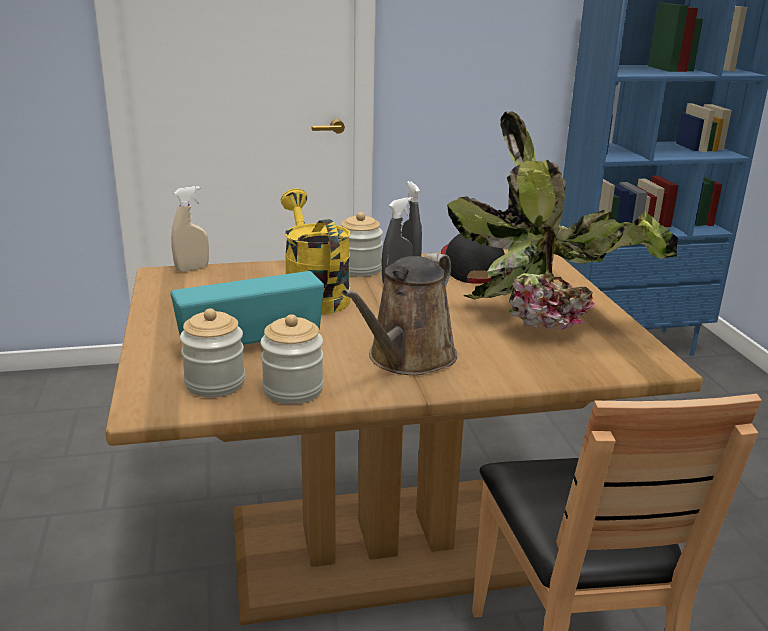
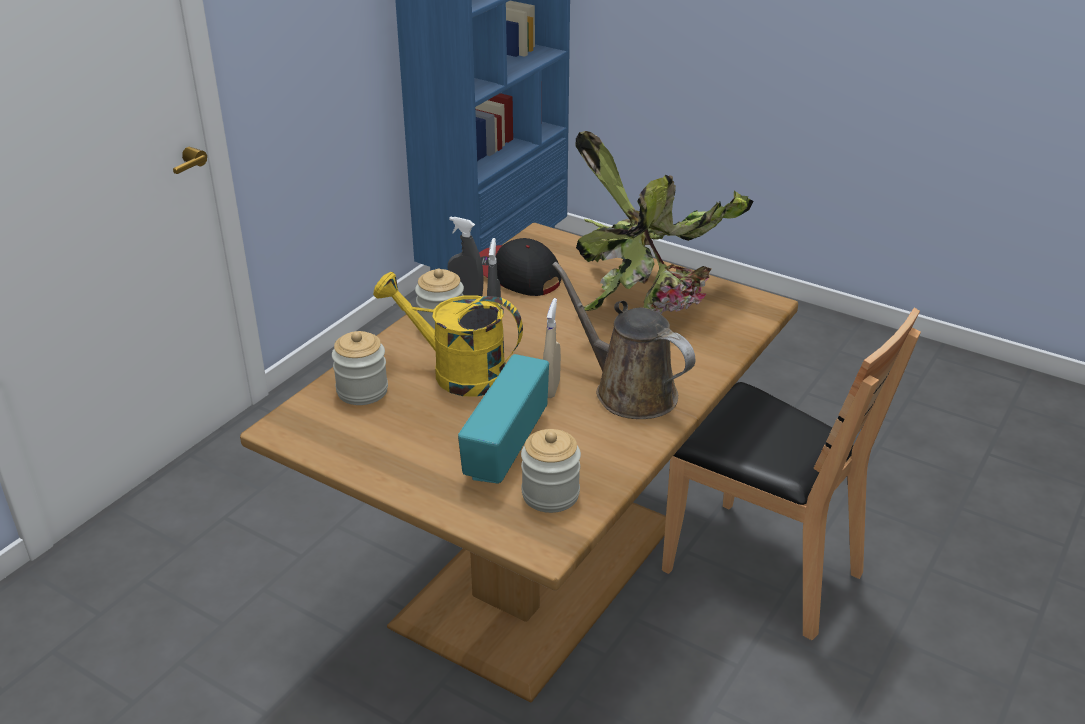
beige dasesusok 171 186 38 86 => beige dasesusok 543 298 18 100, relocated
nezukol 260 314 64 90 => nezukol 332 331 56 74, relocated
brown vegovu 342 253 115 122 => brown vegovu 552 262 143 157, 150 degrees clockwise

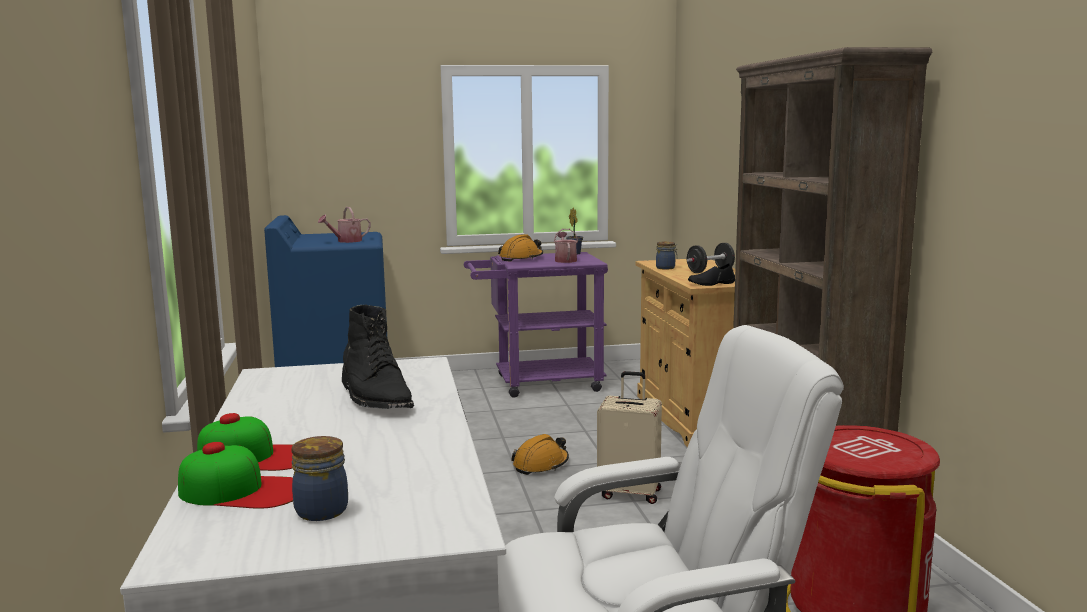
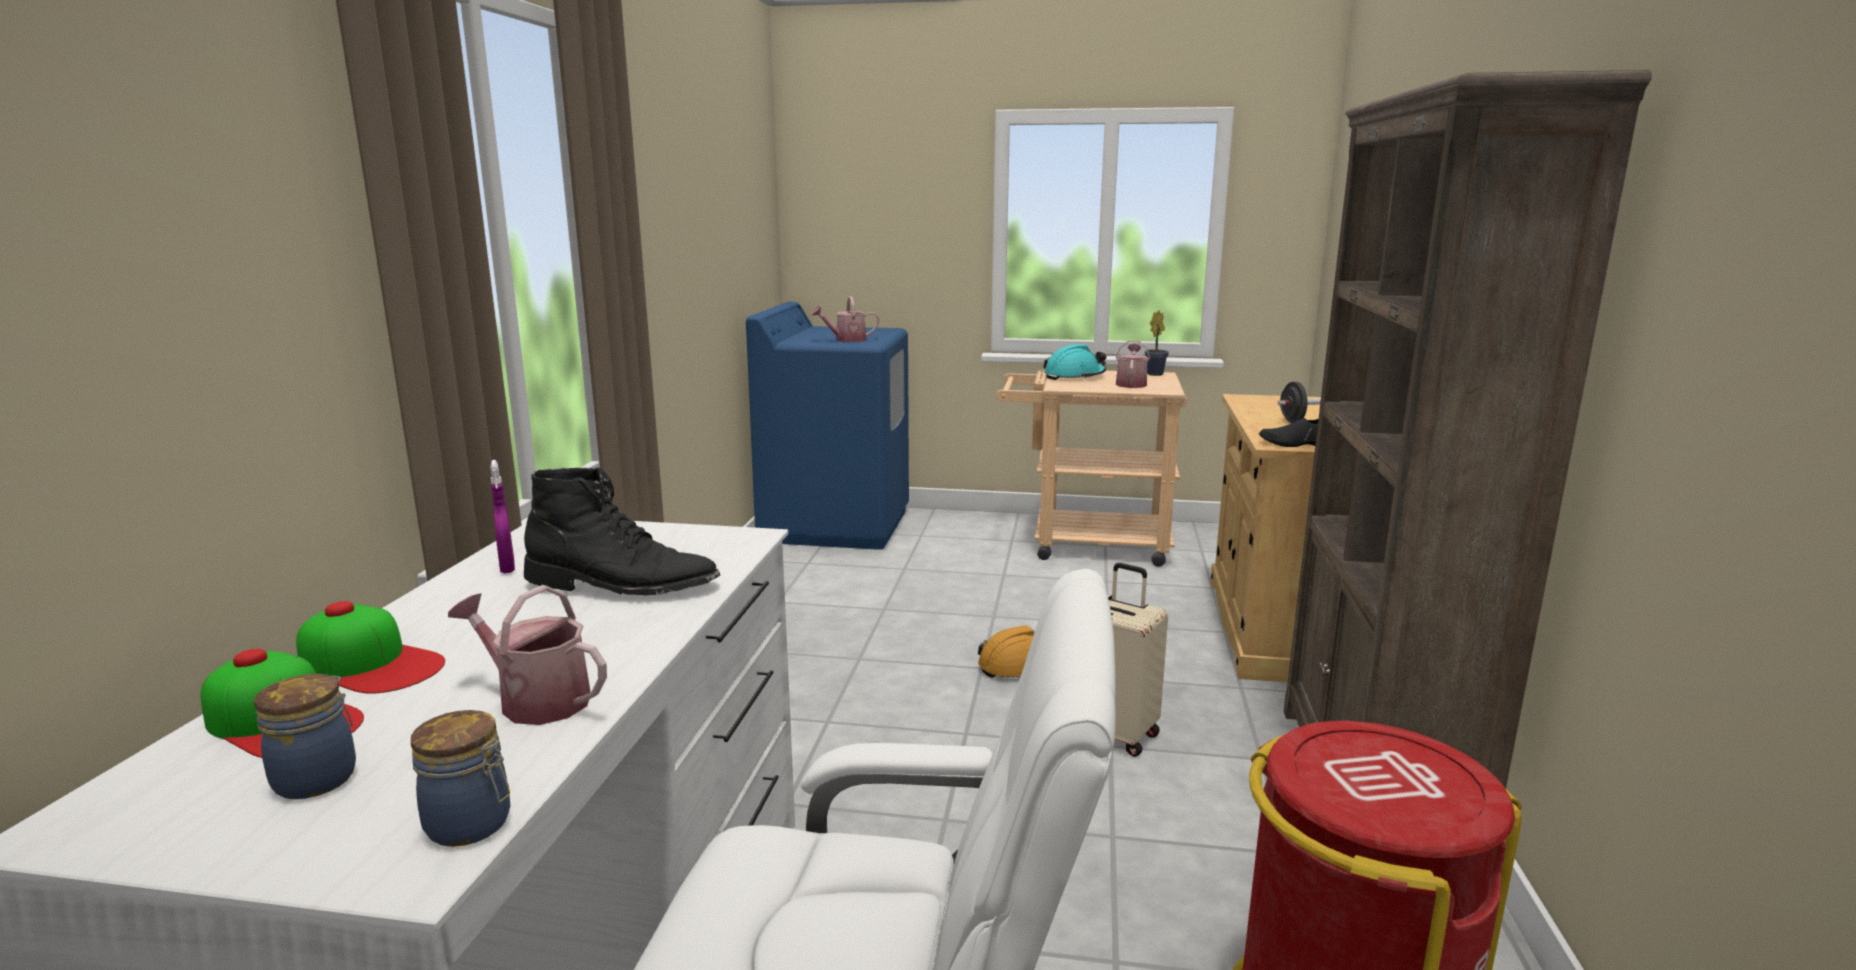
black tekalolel 342 305 72 104 => black tekalolel 524 467 196 128, 75 degrees counterclockwise
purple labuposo 464 252 144 146 => beige labuposo 995 370 192 197
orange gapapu 498 234 45 28 => turquoise gapapu 1043 344 63 36
nezukol 656 241 22 29 => nezukol 411 710 99 137, relocated
nothing => vegovu 448 585 159 140
nothing => purple dasesusok 490 460 25 113

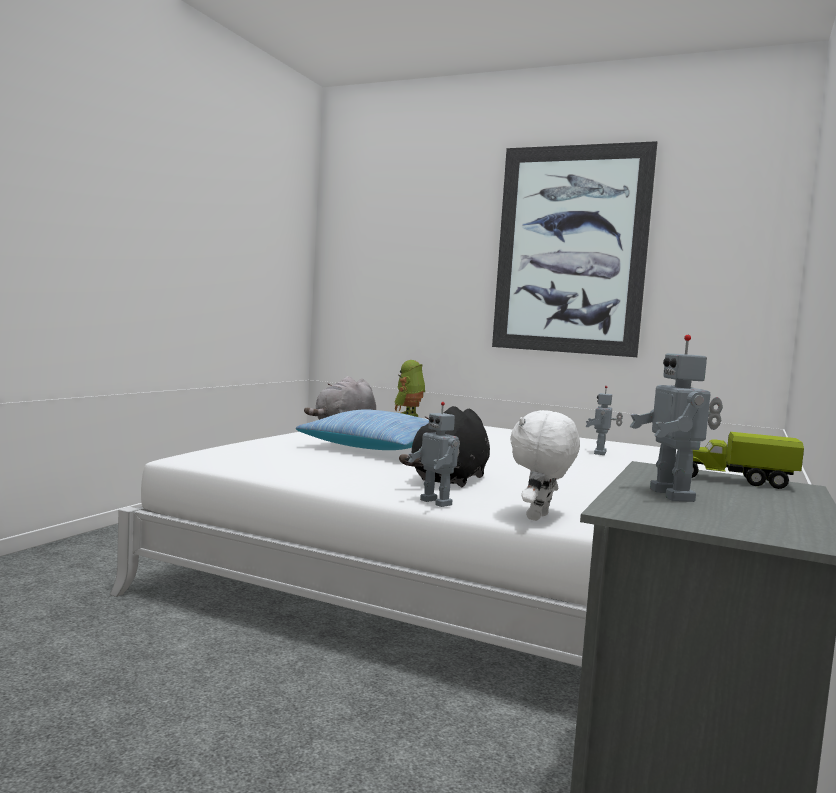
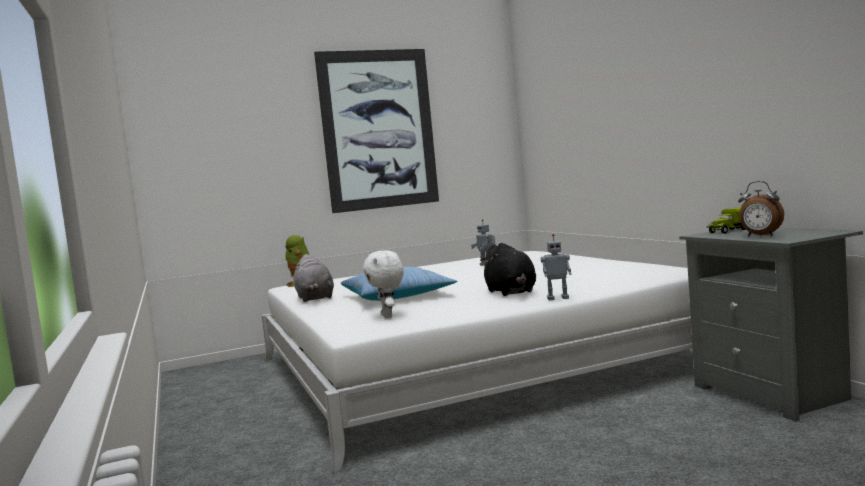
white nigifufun 510 410 70 111 => white nigifufun 363 250 41 68, relocated
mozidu 629 335 94 167 => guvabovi 738 181 46 55

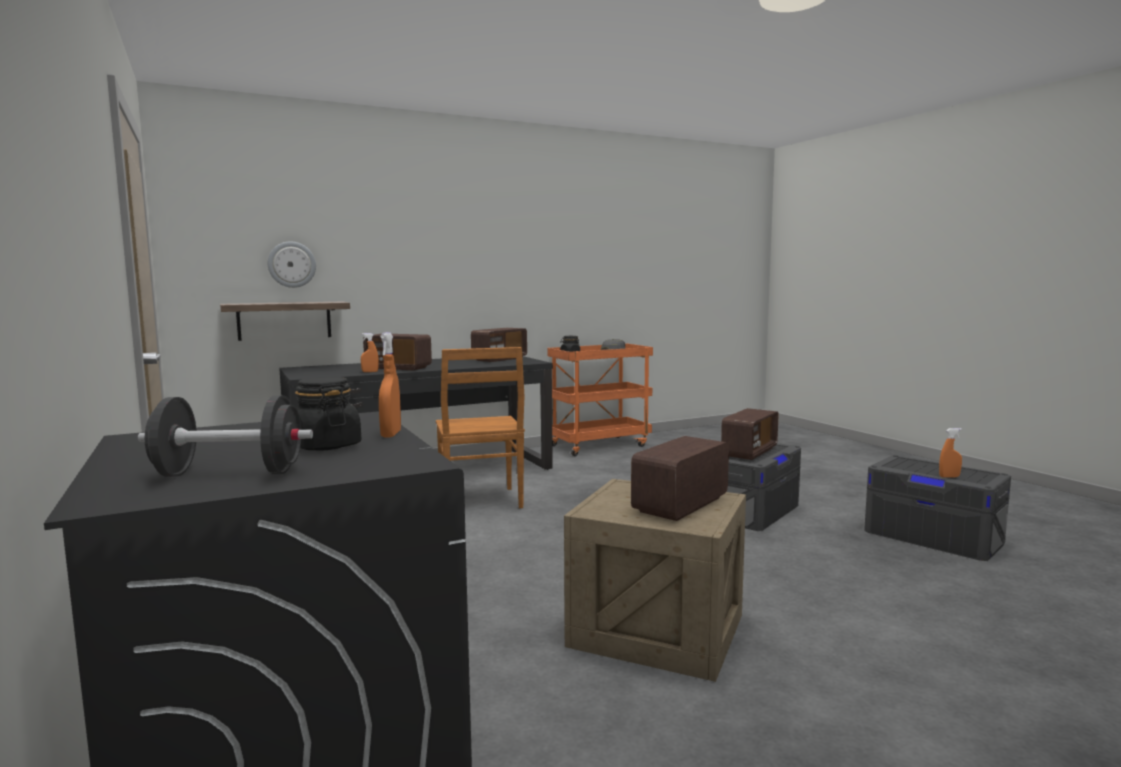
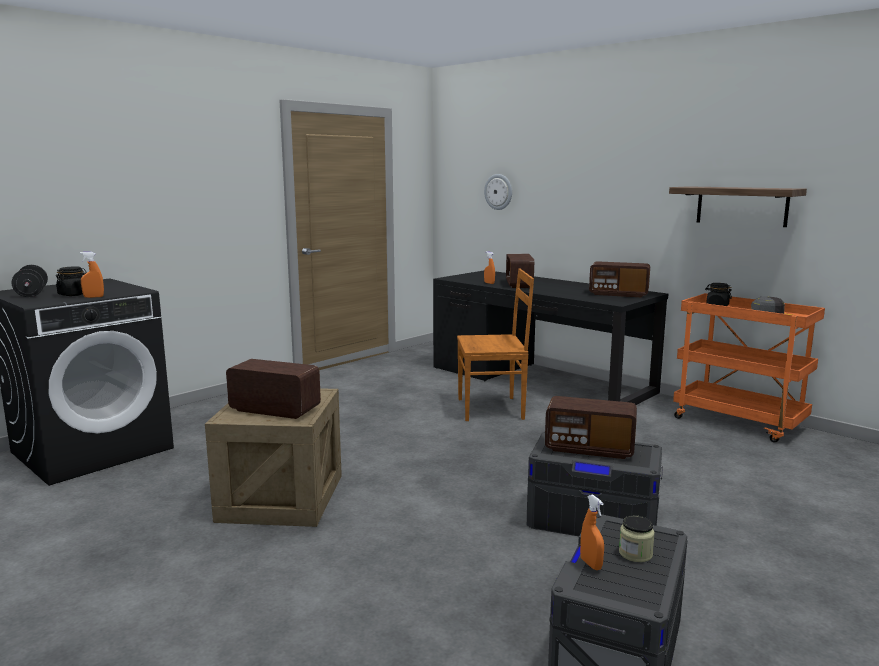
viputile 220 302 130 39 => viputile 669 186 138 41, relocated
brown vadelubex 436 347 89 161 => brown vadelubex 457 269 77 152, 150 degrees counterclockwise
nothing => nezukol 619 515 36 47

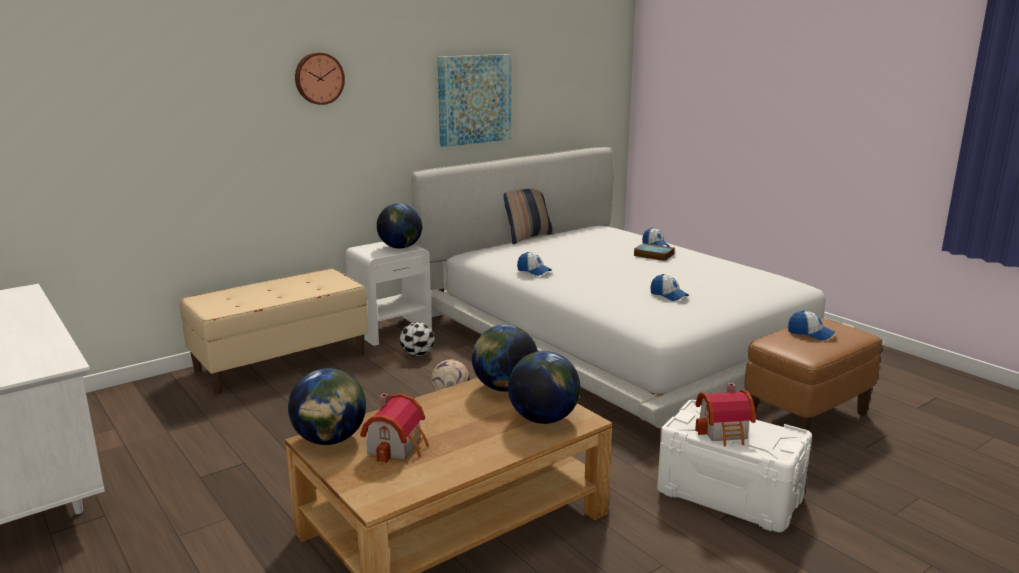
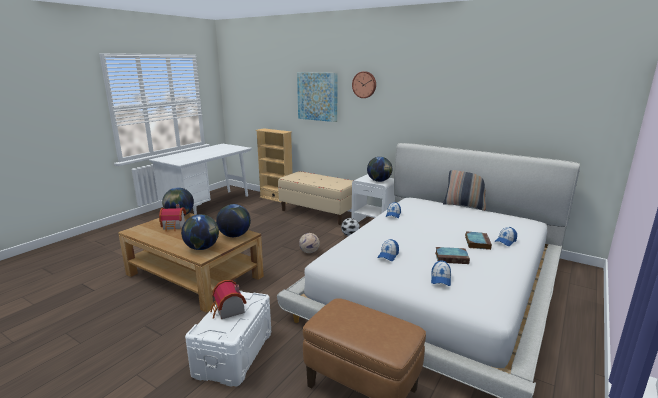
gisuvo 437 54 75 93 => gisuvo 297 72 41 50, relocated
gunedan 788 310 47 30 => gunedan 431 260 20 26, relocated
nothing => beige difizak 256 128 36 76
nothing => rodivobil 435 247 35 17

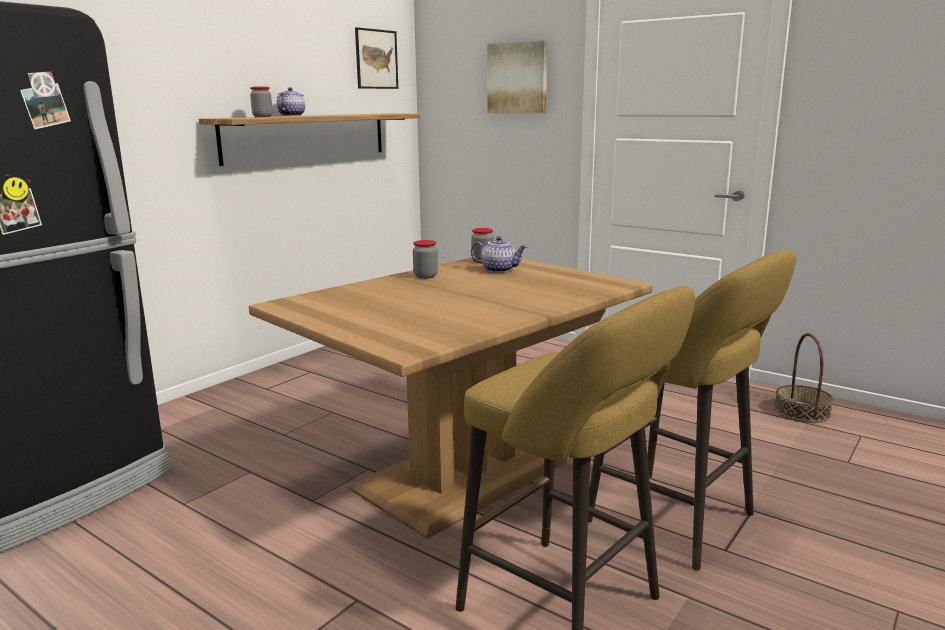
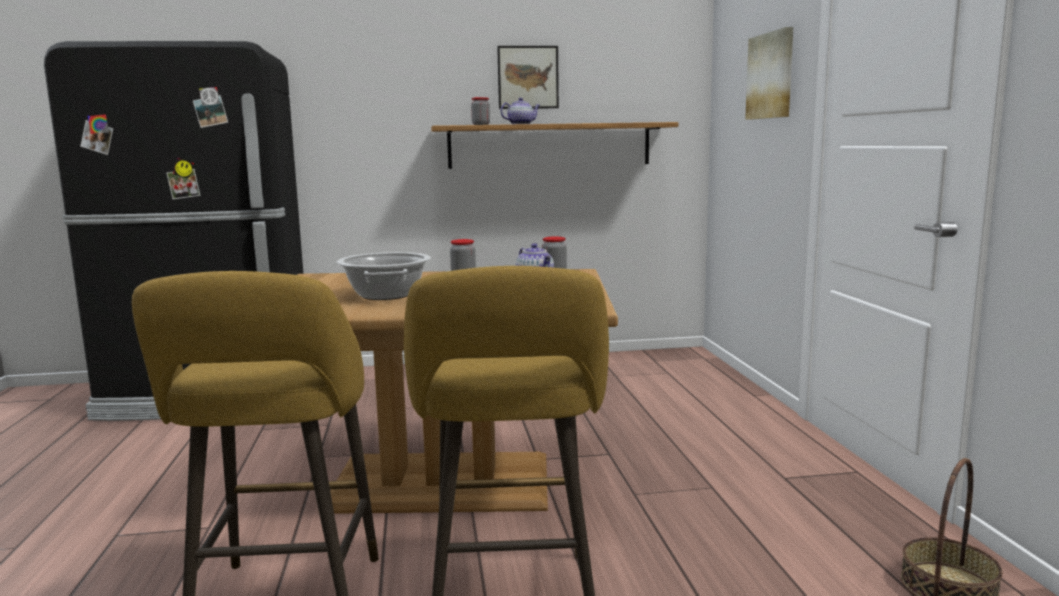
gisuvo 355 27 43 62 => gisuvo 497 46 62 63, relocated
nothing => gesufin 337 252 94 48

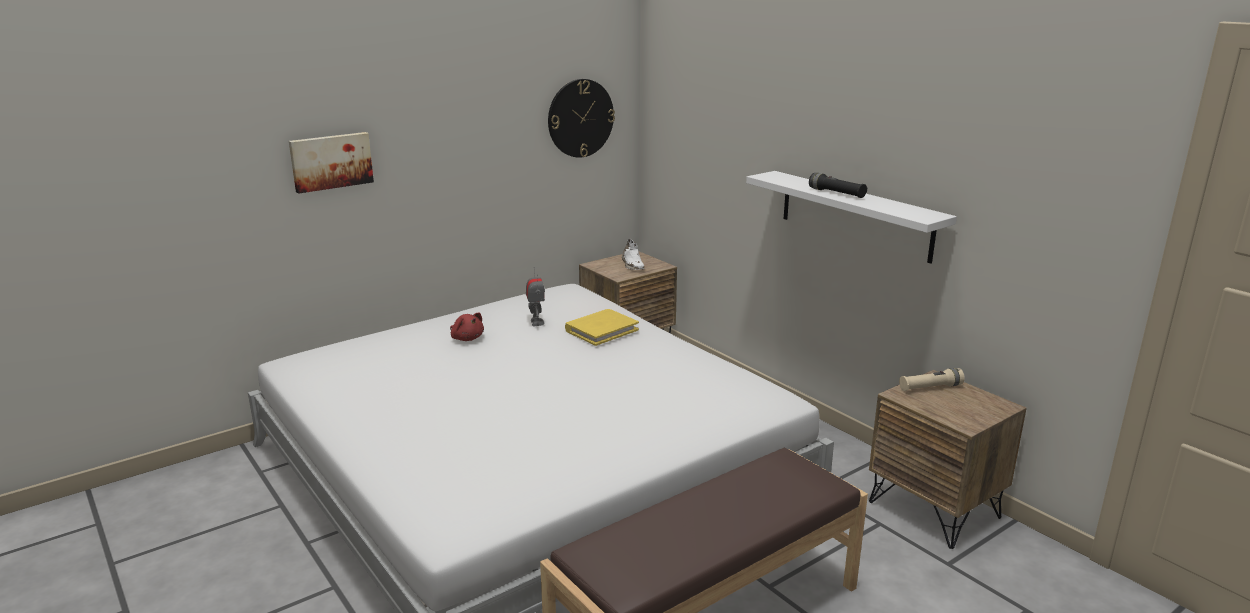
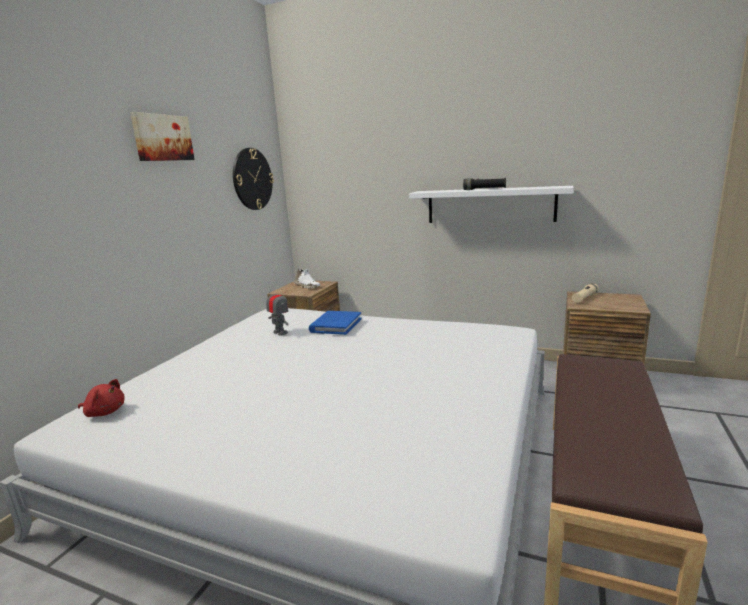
gisuvo 289 132 85 62 => gisuvo 130 112 65 49, relocated
red nigifufun 450 312 34 29 => red nigifufun 78 379 47 38, relocated
yellow rodivobil 565 309 74 37 => blue rodivobil 309 311 53 24

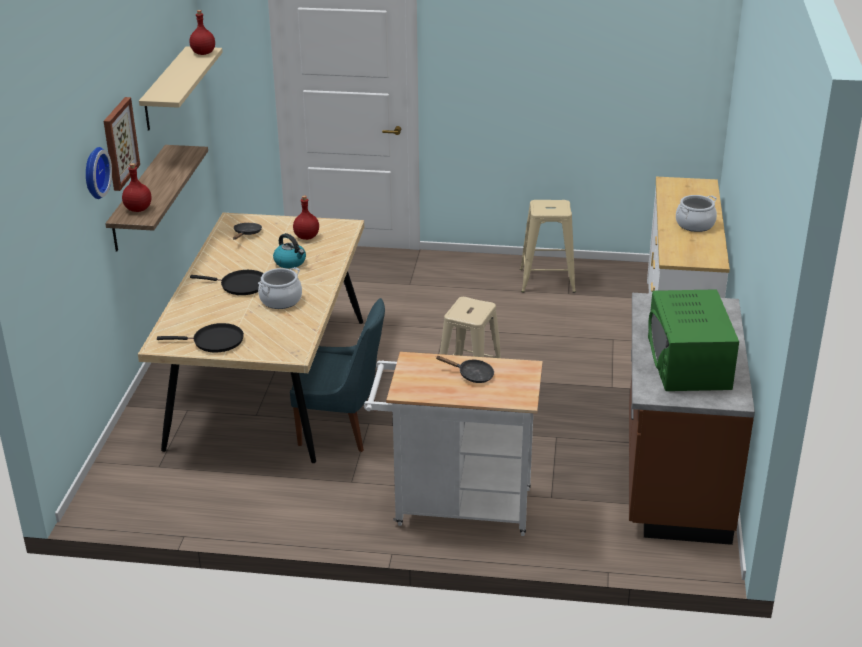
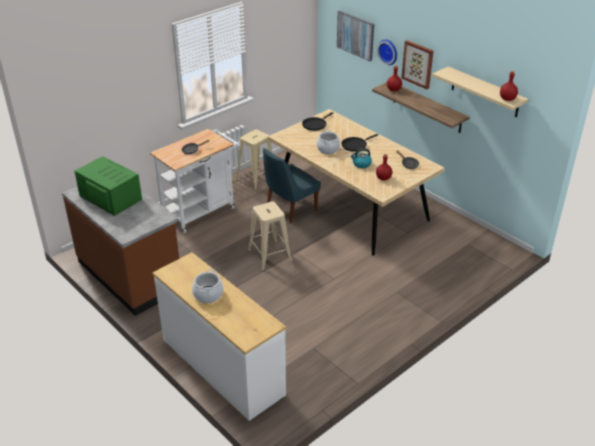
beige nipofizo 520 200 56 93 => beige nipofizo 236 129 37 62, relocated
nothing => gisuvo 337 11 37 50

